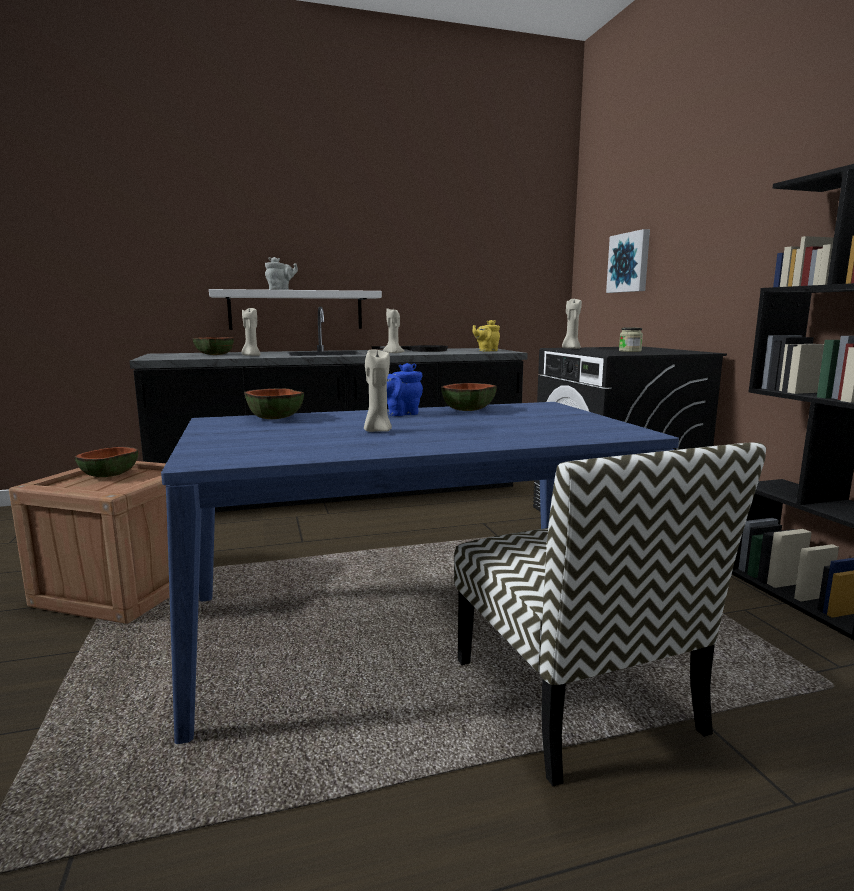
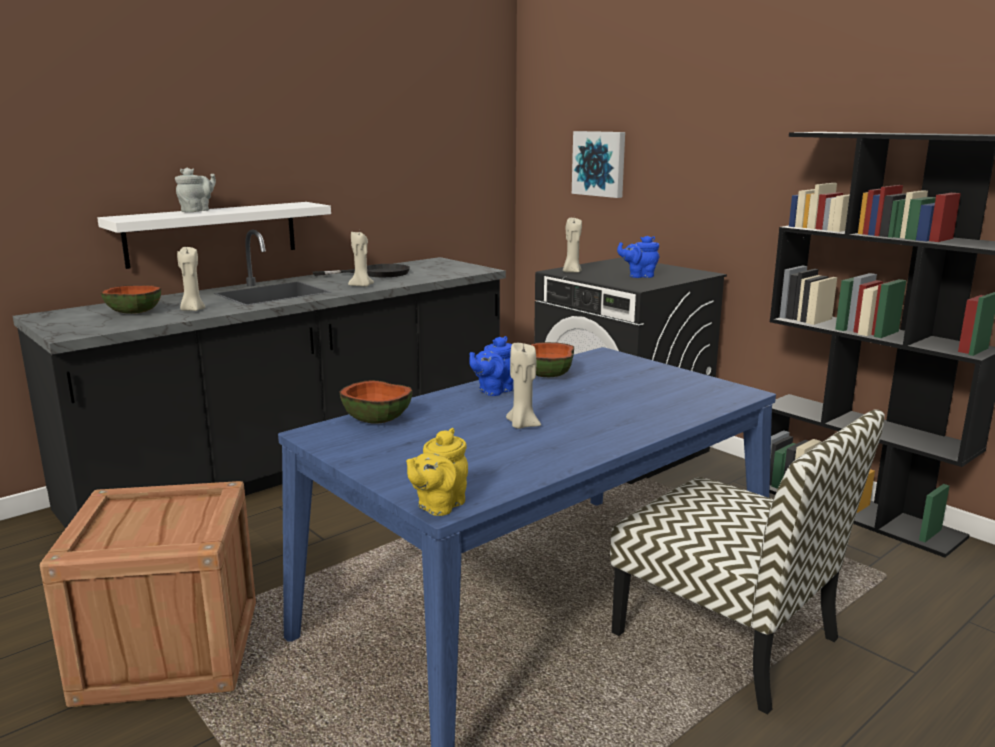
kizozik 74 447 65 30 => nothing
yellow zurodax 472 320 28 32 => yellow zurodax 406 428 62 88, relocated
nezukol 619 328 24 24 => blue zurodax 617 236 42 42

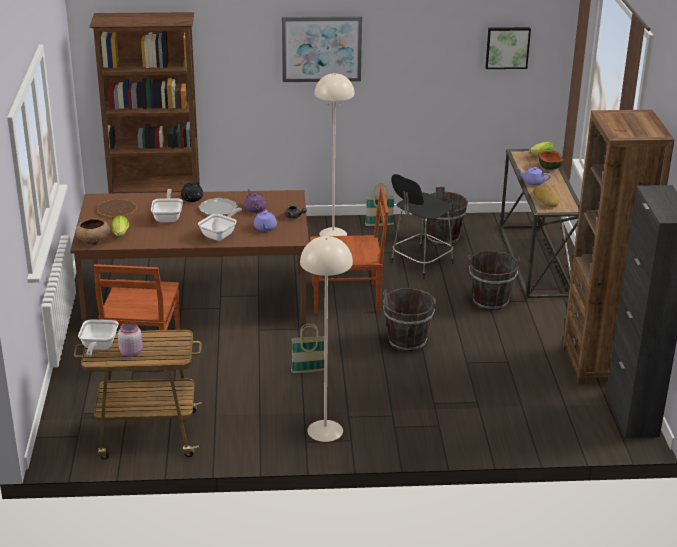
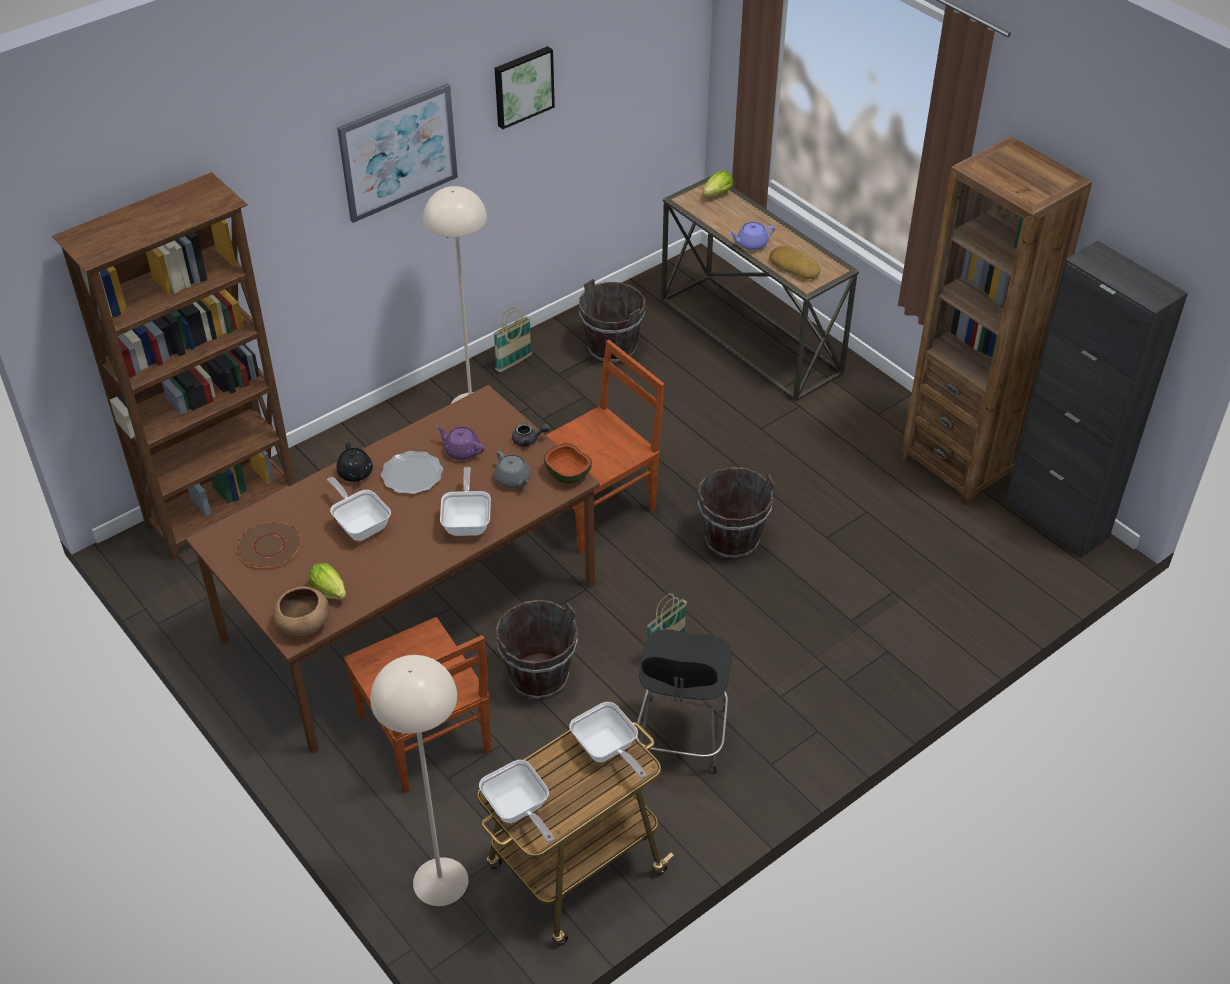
pink nezukol 118 322 24 35 => nothing
purple zurodax 254 210 23 22 => grey zurodax 494 451 36 37
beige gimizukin 300 236 53 206 => beige gimizukin 370 655 98 251, relocated
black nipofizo 391 174 63 105 => black nipofizo 636 629 96 145, relocated
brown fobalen 469 251 51 60 => brown fobalen 495 600 83 100, relocated
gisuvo 485 27 46 42 => gisuvo 495 46 60 83, relocated
kizozik 538 151 26 19 => kizozik 544 443 48 41, relocated
nothing => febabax 570 702 76 77

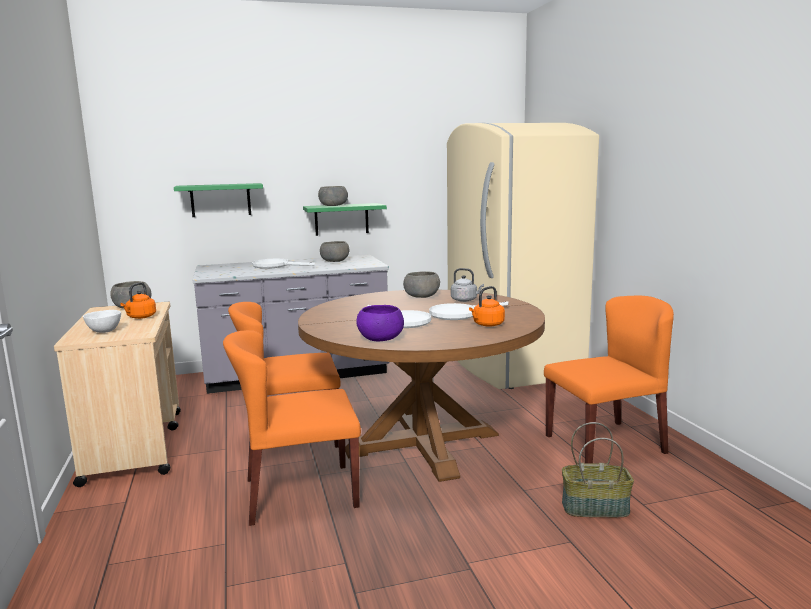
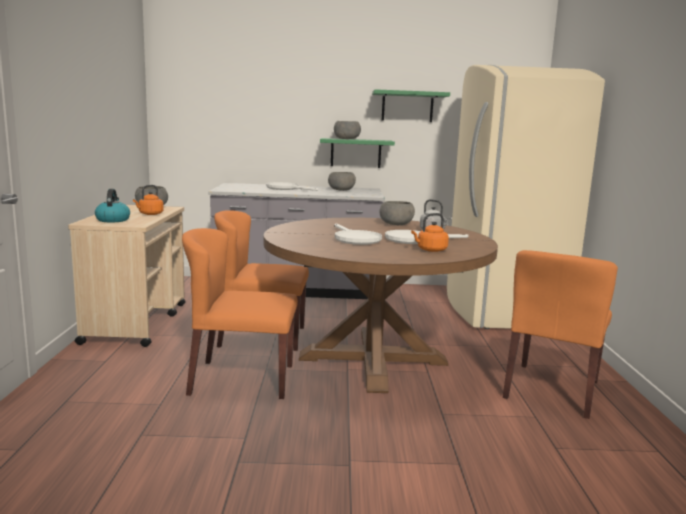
white kizozik 83 310 38 23 => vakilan 95 189 35 33
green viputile 174 183 89 34 => green viputile 372 89 78 33, relocated
purple kizozik 357 305 47 36 => nothing
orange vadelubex 544 296 130 167 => orange vadelubex 503 250 115 169, 120 degrees clockwise
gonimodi 562 422 72 95 => nothing

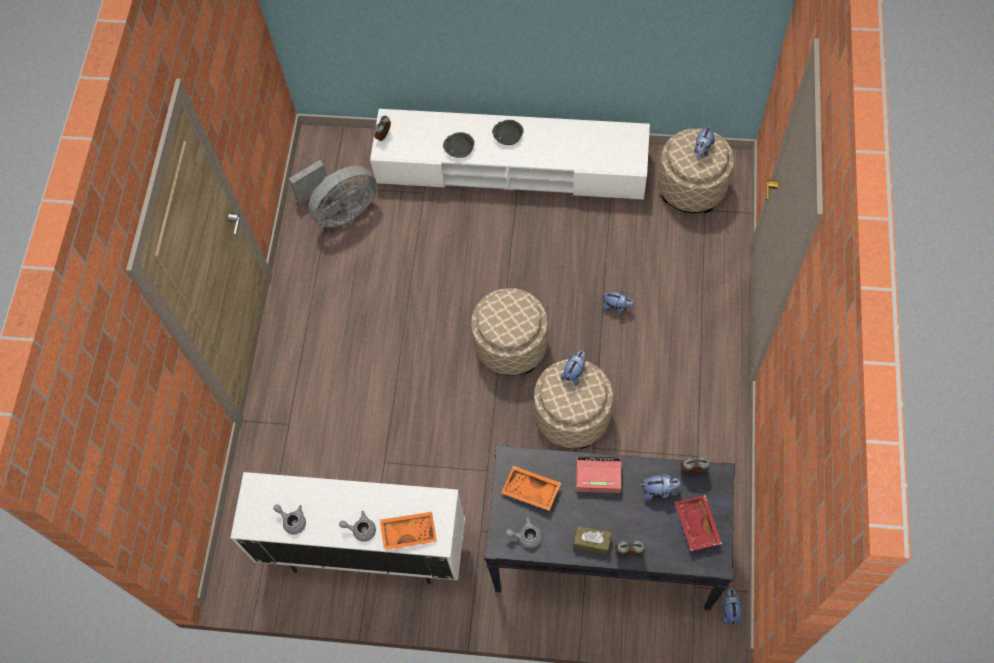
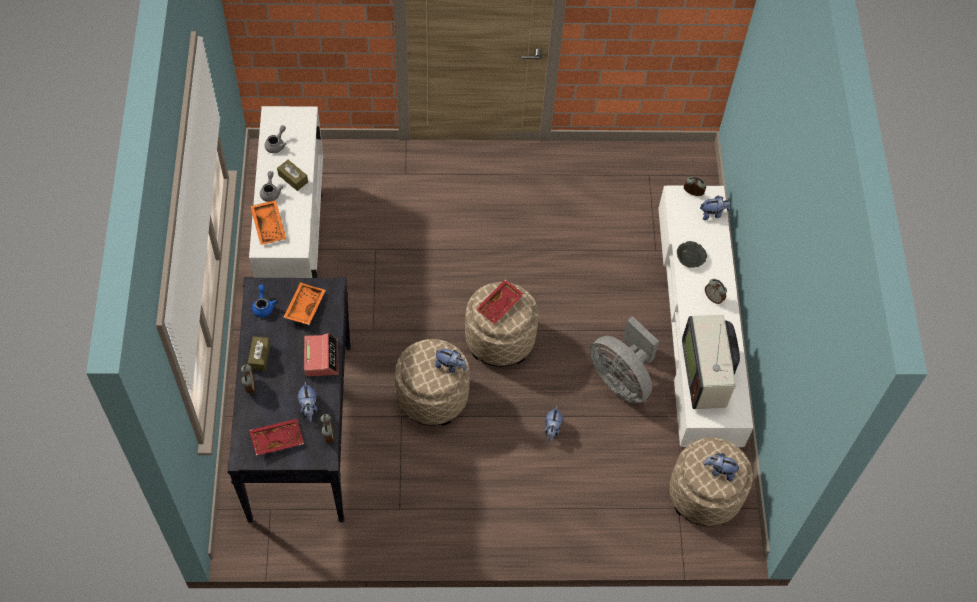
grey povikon 289 160 88 68 => grey povikon 590 316 69 88, relocated
grey kizozik 492 120 32 25 => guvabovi 705 279 22 25
grey zurodax 506 517 36 31 => blue zurodax 252 285 25 33
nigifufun 722 588 20 36 => nigifufun 700 196 30 24, relocated
nothing => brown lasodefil 277 160 31 31
nothing => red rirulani 476 279 48 45
nothing => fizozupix 682 315 58 94

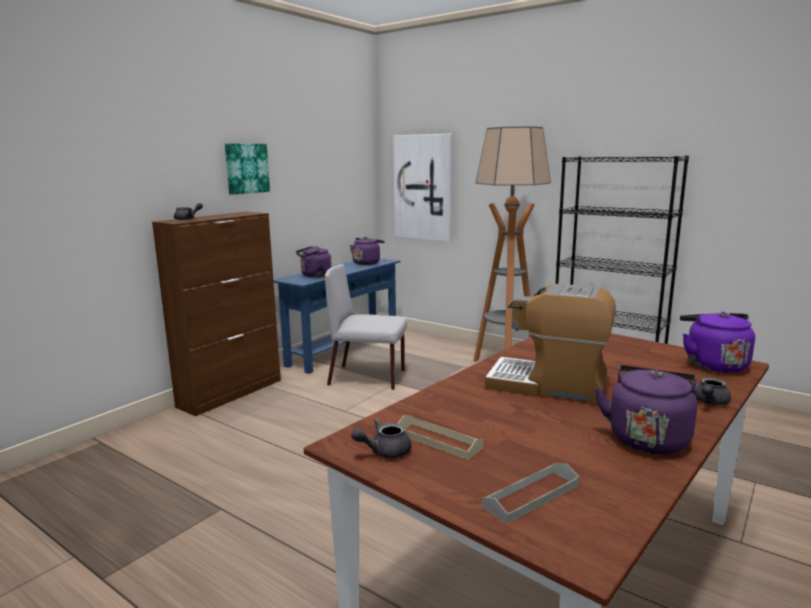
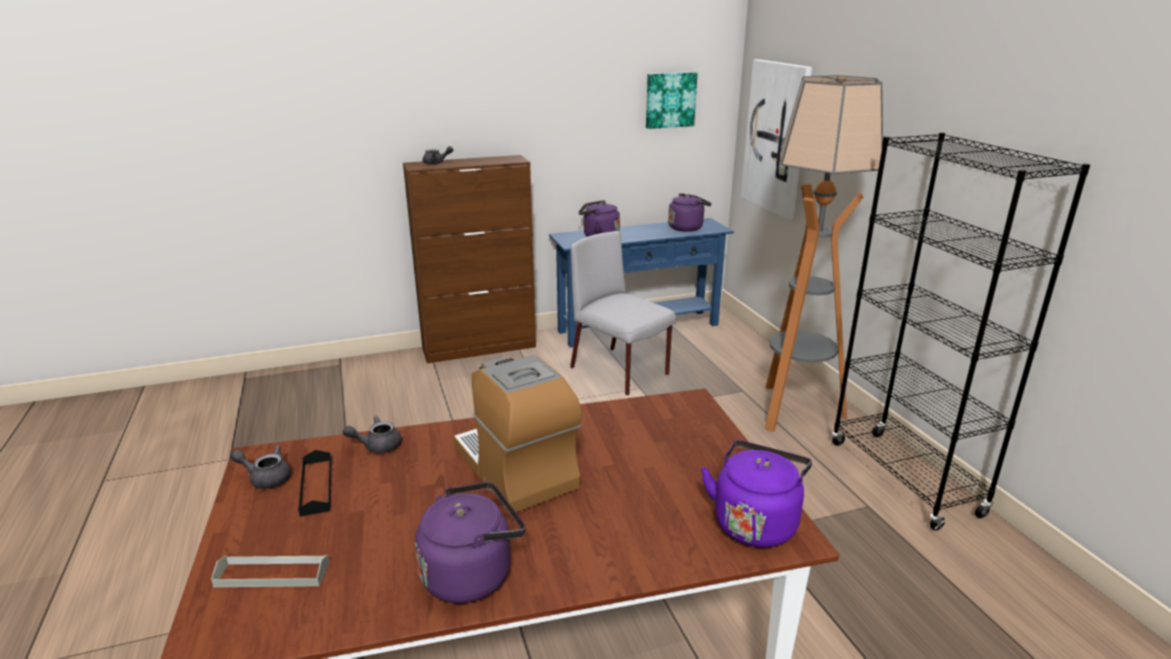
gisuvo 225 144 45 51 => gisuvo 646 72 52 57, relocated
beige rirulani 397 415 86 45 => black rirulani 298 450 34 66
grey zurodax 689 377 42 28 => grey zurodax 343 416 59 37, relocated

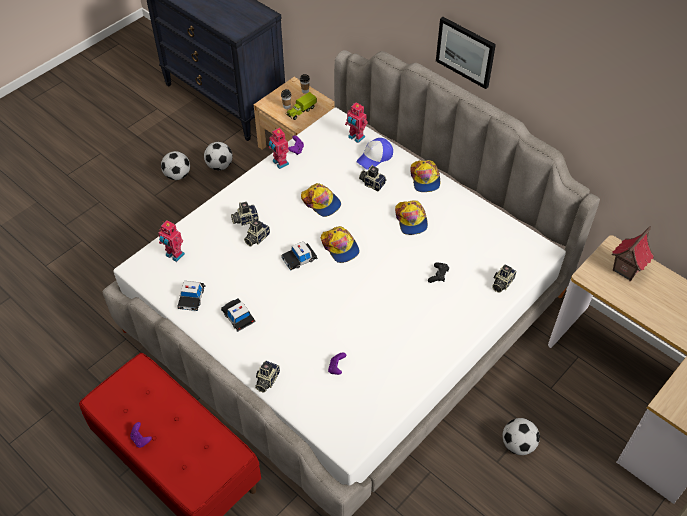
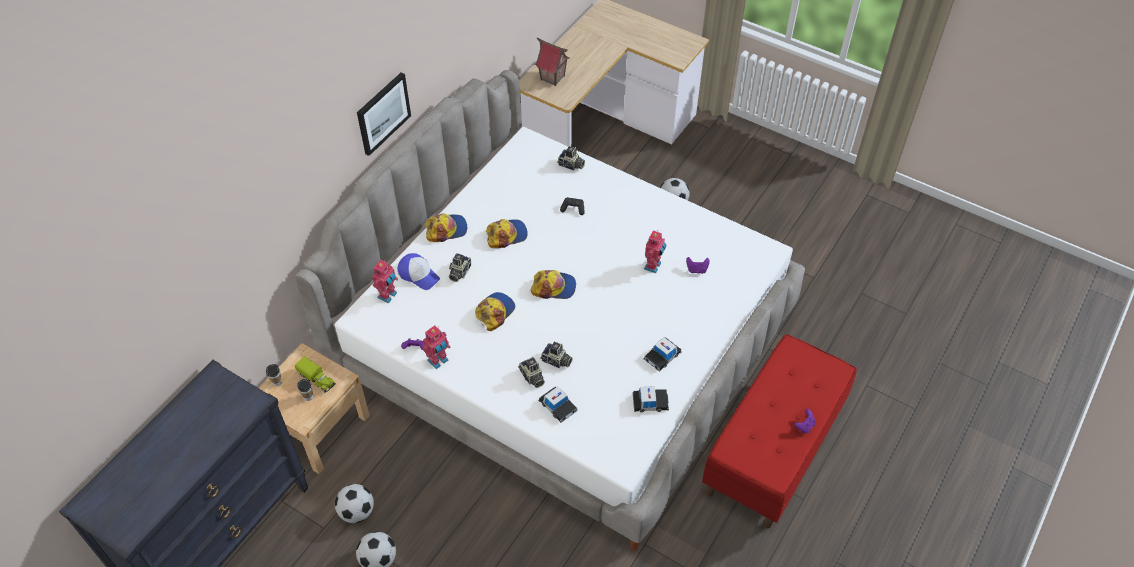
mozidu 158 220 27 42 => mozidu 644 230 22 43, relocated
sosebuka 255 361 25 32 => nothing
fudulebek 281 241 37 30 => fudulebek 538 386 40 37, relocated
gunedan 321 226 38 37 => gunedan 530 270 46 29, 45 degrees clockwise

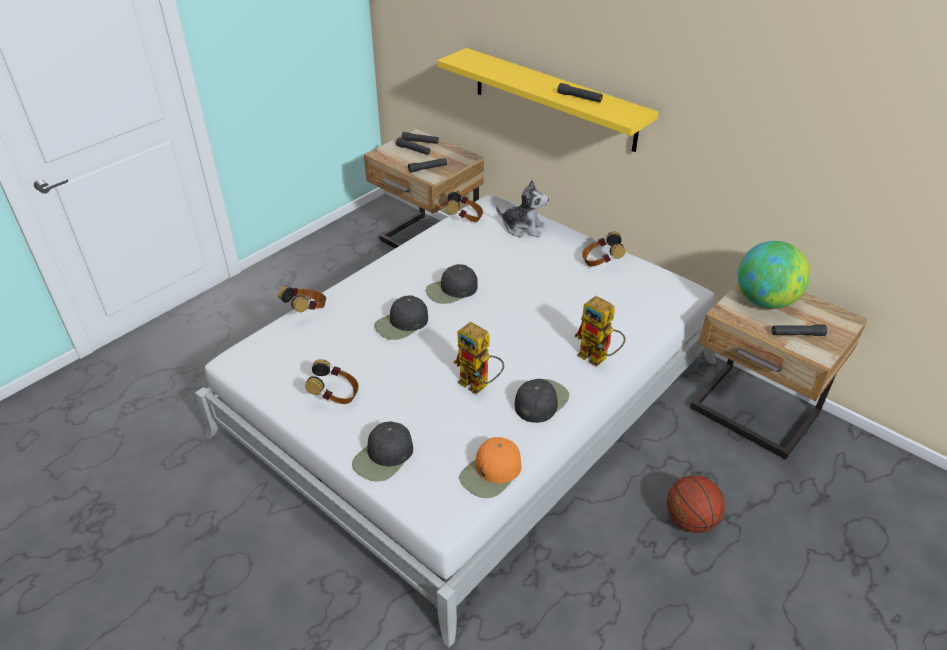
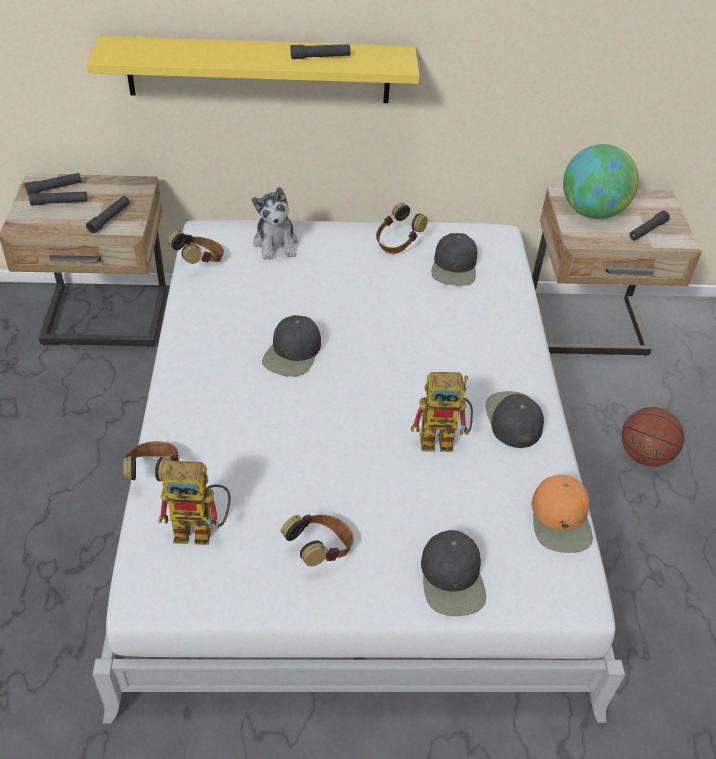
black gunedan 375 296 53 44 => black gunedan 431 233 46 53, relocated
nigifufun 496 180 53 57 => nigifufun 252 187 46 73, 105 degrees clockwise
mozidu 574 296 52 71 => mozidu 158 461 73 84, relocated

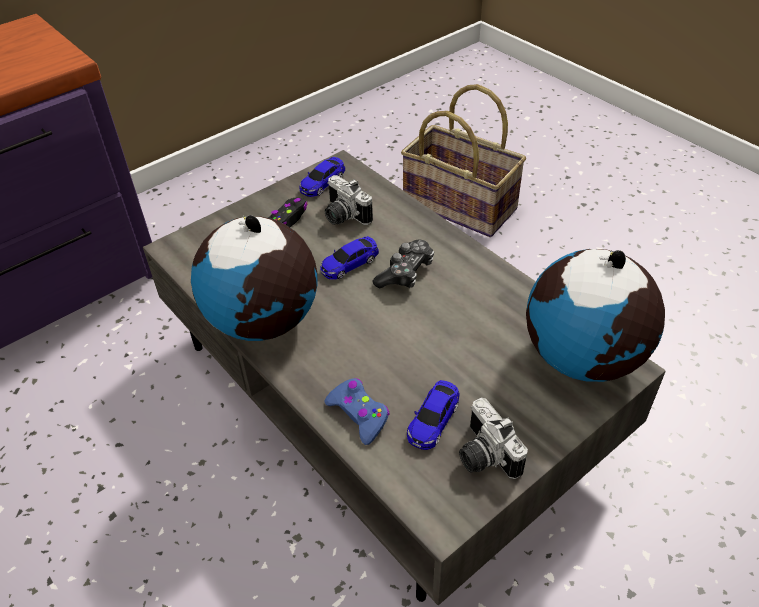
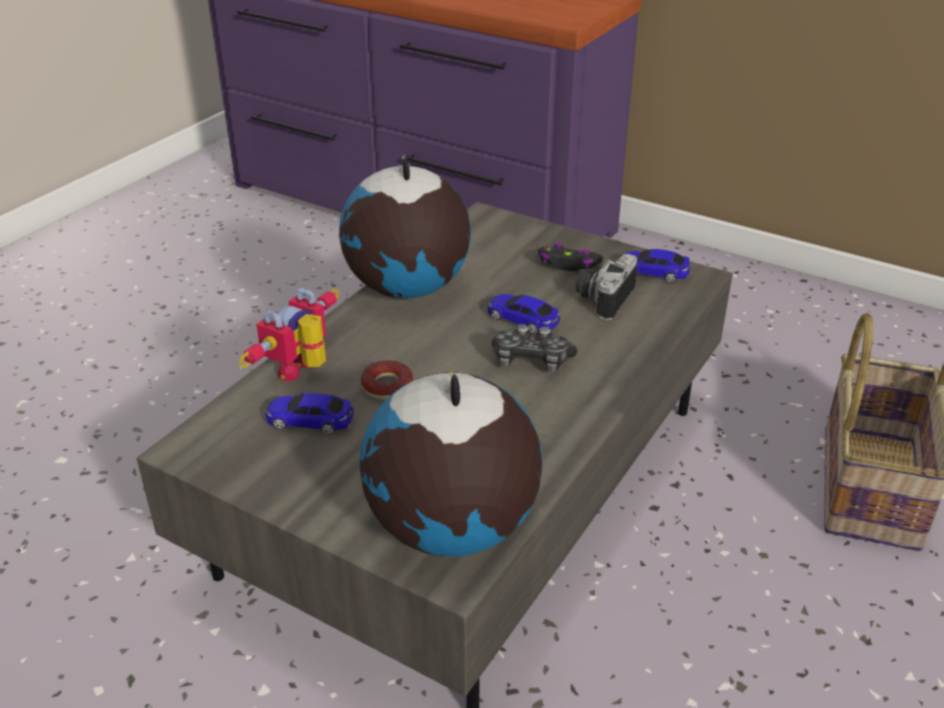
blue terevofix 325 378 65 67 => mozidu 239 288 101 94
sosebuka 459 398 69 81 => nothing
nothing => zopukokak 361 360 52 39

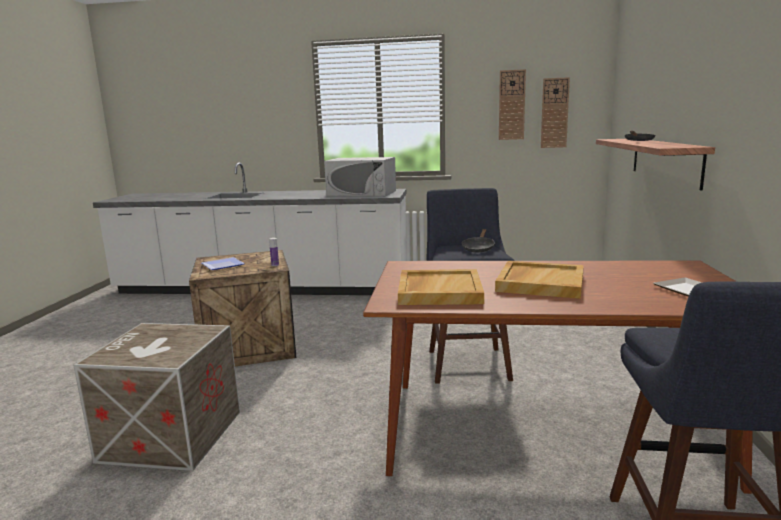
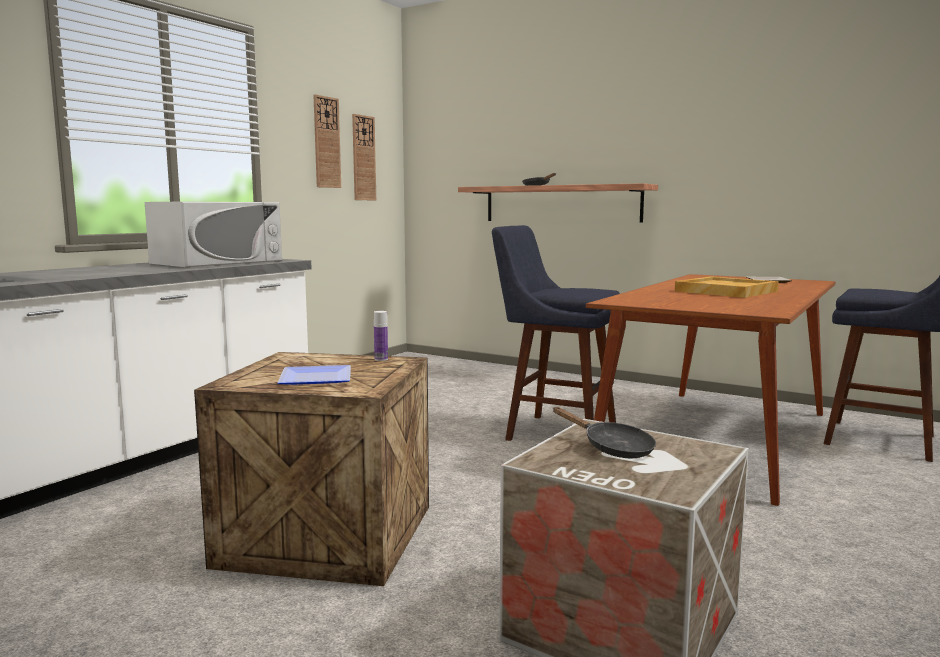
beige rirulani 398 269 86 36 => nothing
black febabax 462 229 33 23 => black febabax 553 407 103 51, relocated

